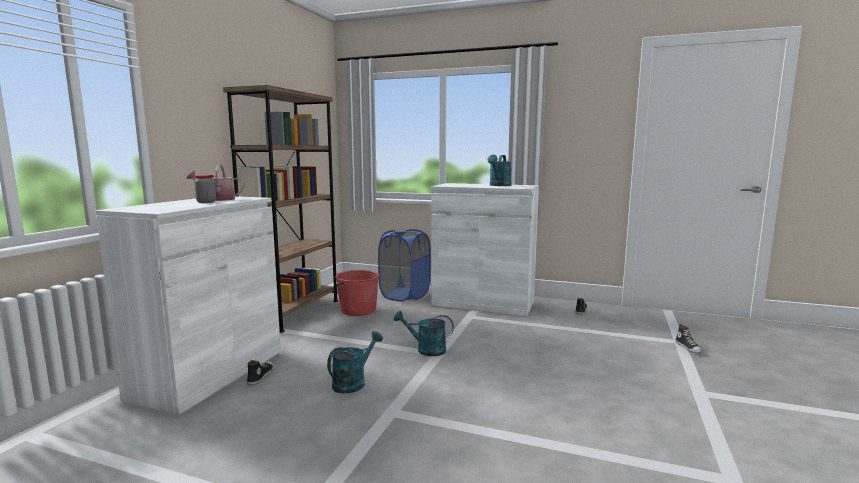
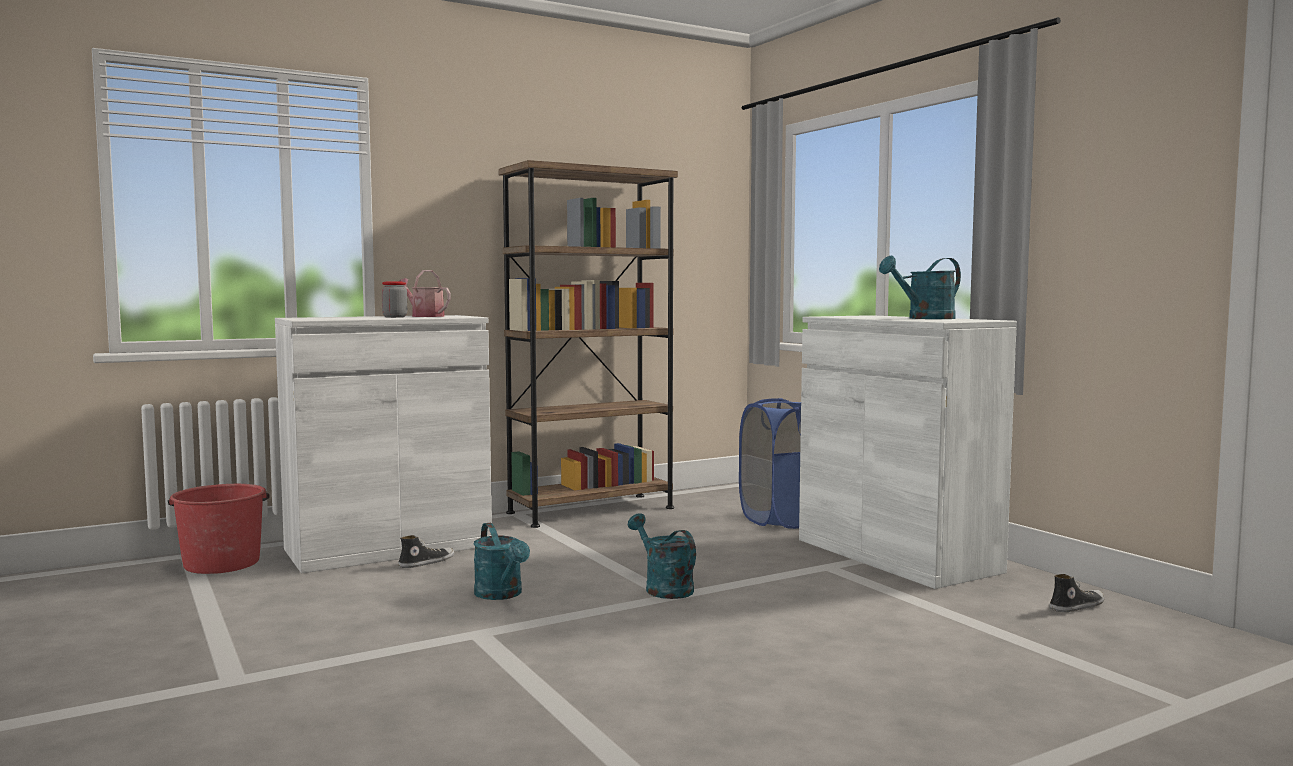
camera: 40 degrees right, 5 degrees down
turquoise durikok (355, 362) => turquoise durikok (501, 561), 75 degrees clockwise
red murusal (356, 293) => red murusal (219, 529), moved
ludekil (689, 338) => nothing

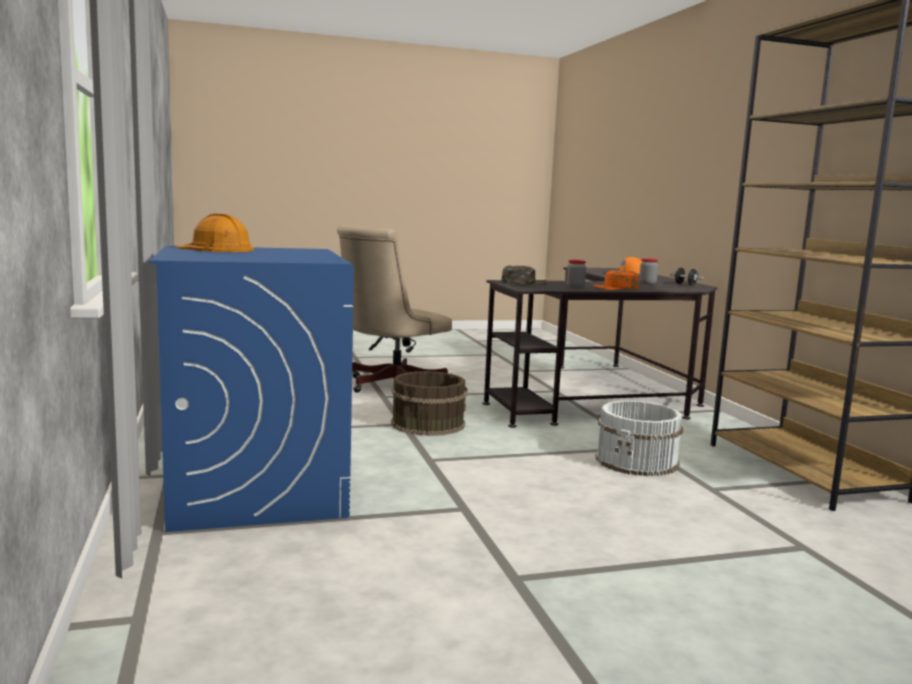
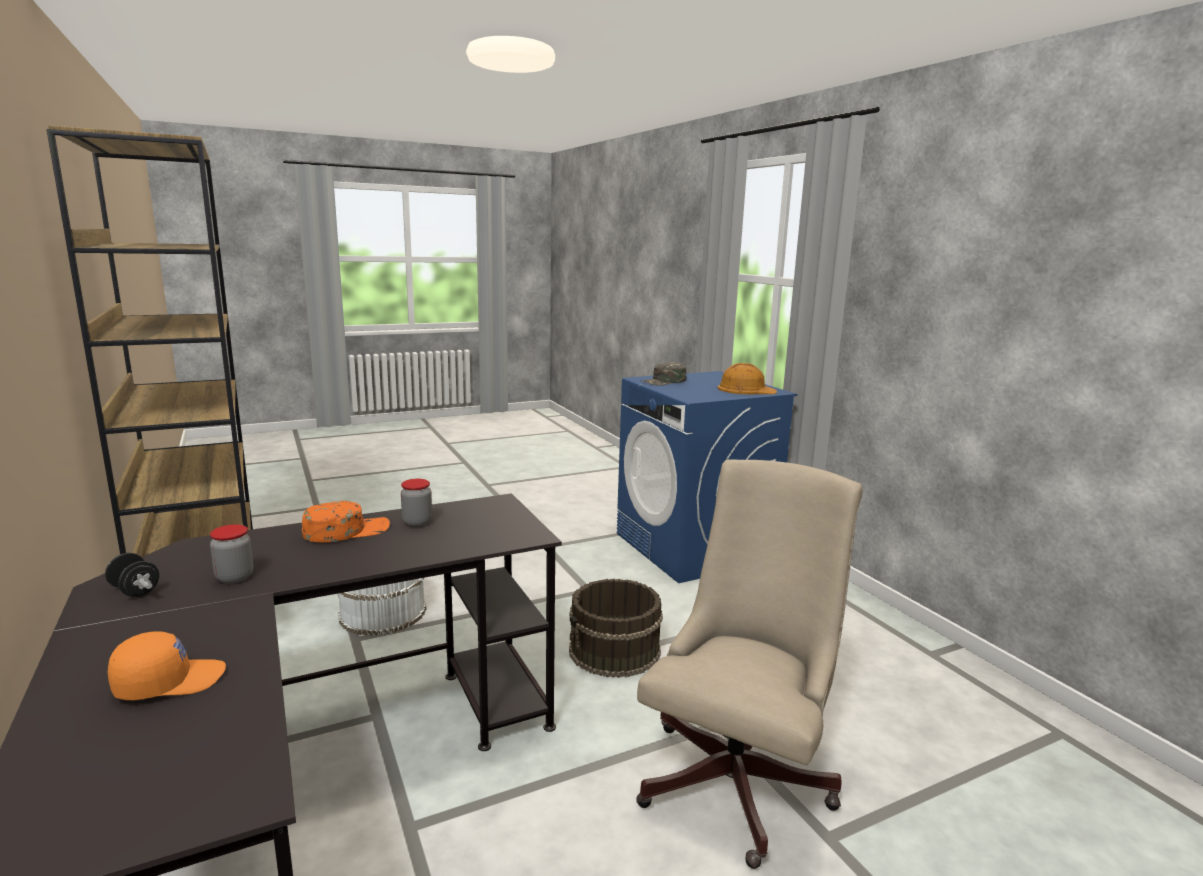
camera: 170 degrees right, 5 degrees up
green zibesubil (525, 275) => green zibesubil (663, 374), moved

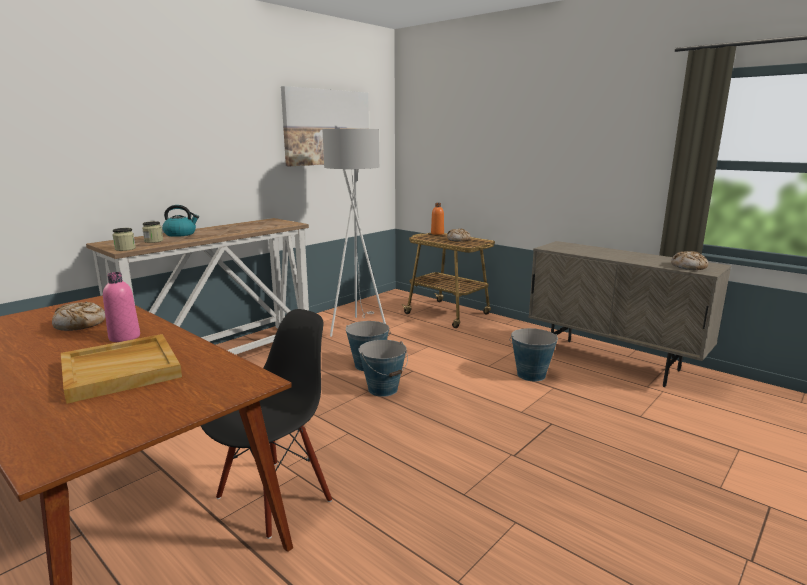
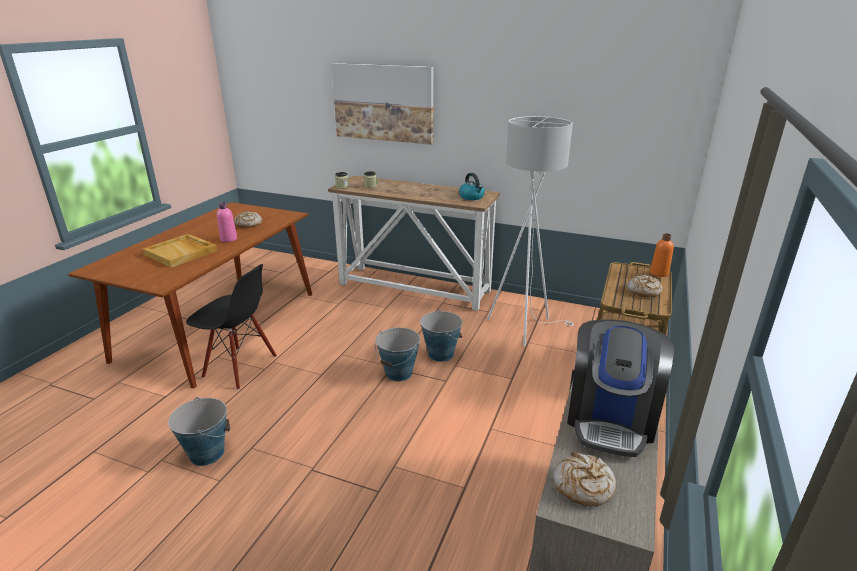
camera: 70 degrees right, 10 degrees up
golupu (180, 221) => golupu (472, 186), moved
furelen (325, 126) => furelen (382, 104), moved
murusal (533, 354) => murusal (199, 431), moved
nothing => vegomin (620, 388)

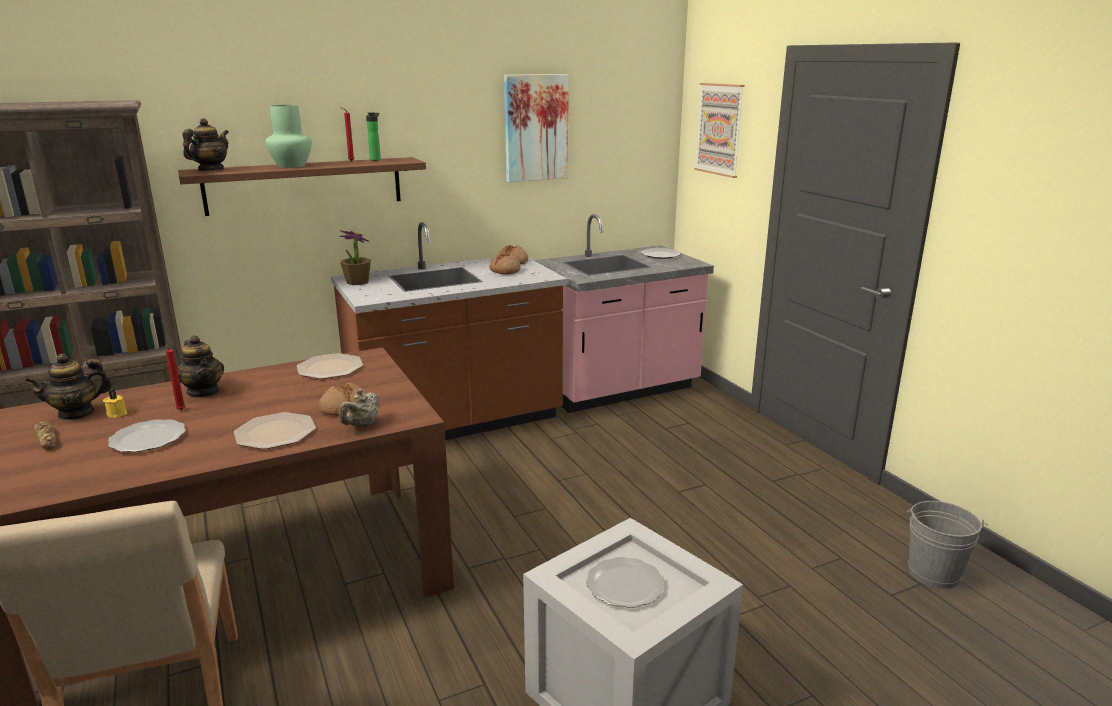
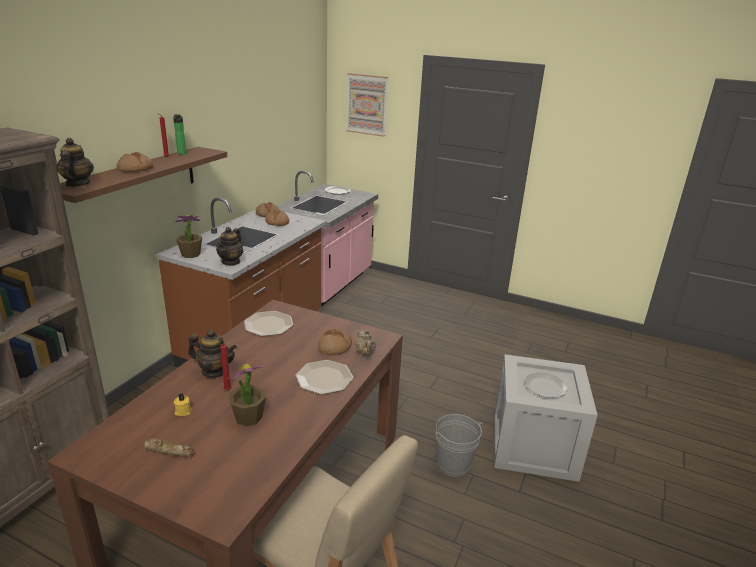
camera: 40 degrees left, 5 degrees up
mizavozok (68, 387) => mizavozok (229, 246), moved
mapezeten (147, 435) => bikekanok (246, 395)
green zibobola (288, 136) => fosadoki (134, 162)
furelen (536, 128) => nothing
grey murusal (947, 545) => grey murusal (459, 445), moved

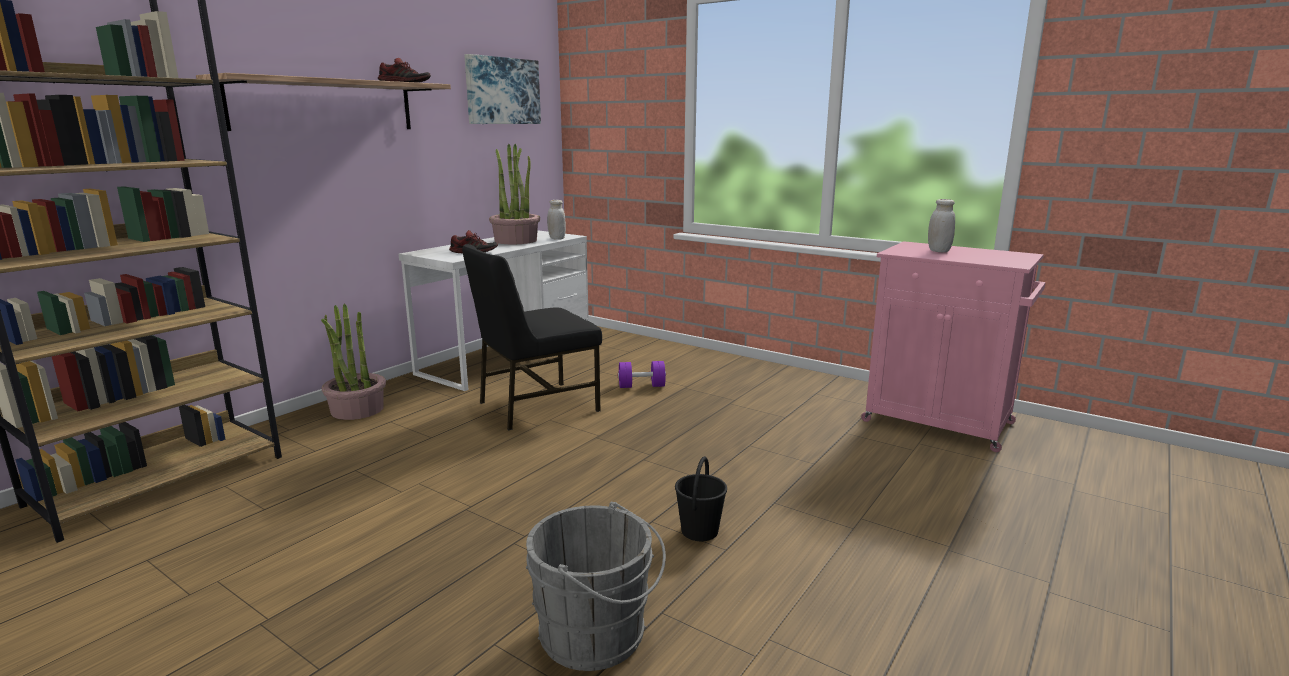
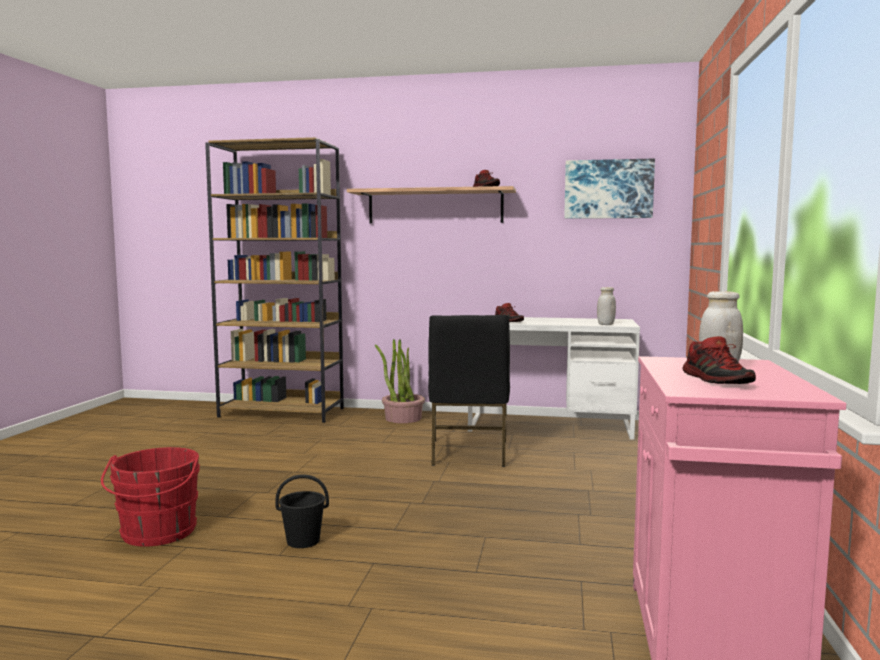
camera: 65 degrees right, 10 degrees down
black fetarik (532, 337) => black fetarik (469, 391), 120 degrees counterclockwise
bikekanok (514, 194) => nothing
grey murusal (596, 586) => red murusal (150, 497)
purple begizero (642, 374) => nothing
nothing => ludekil (719, 360)

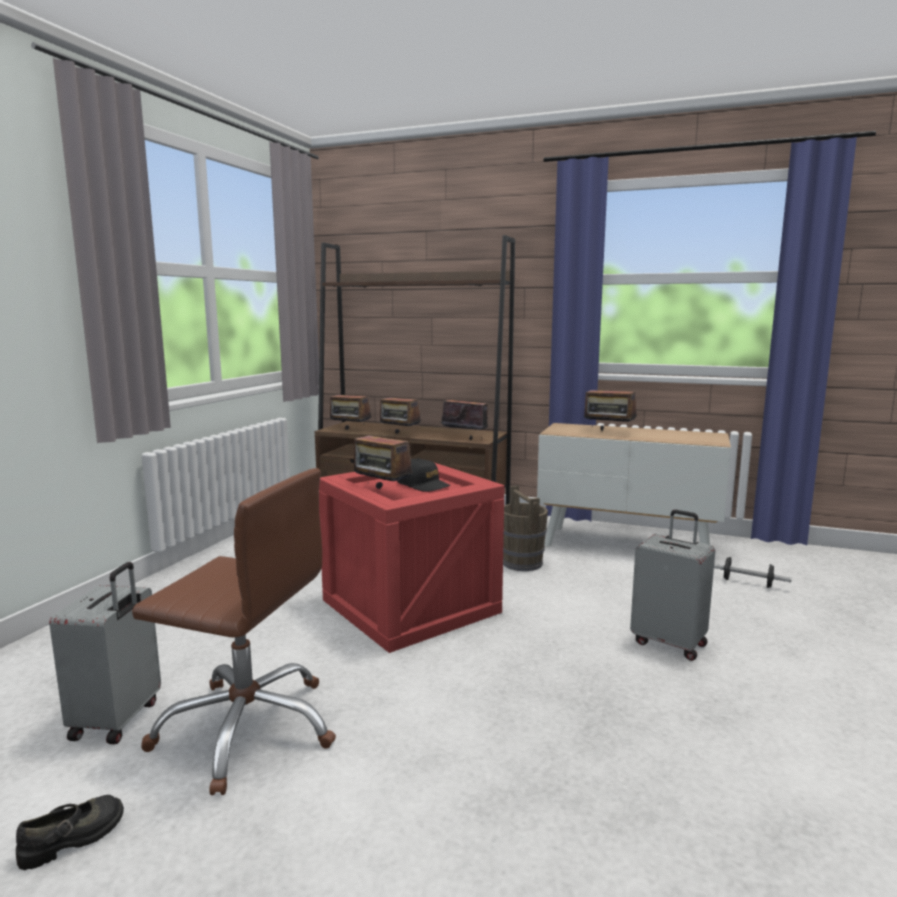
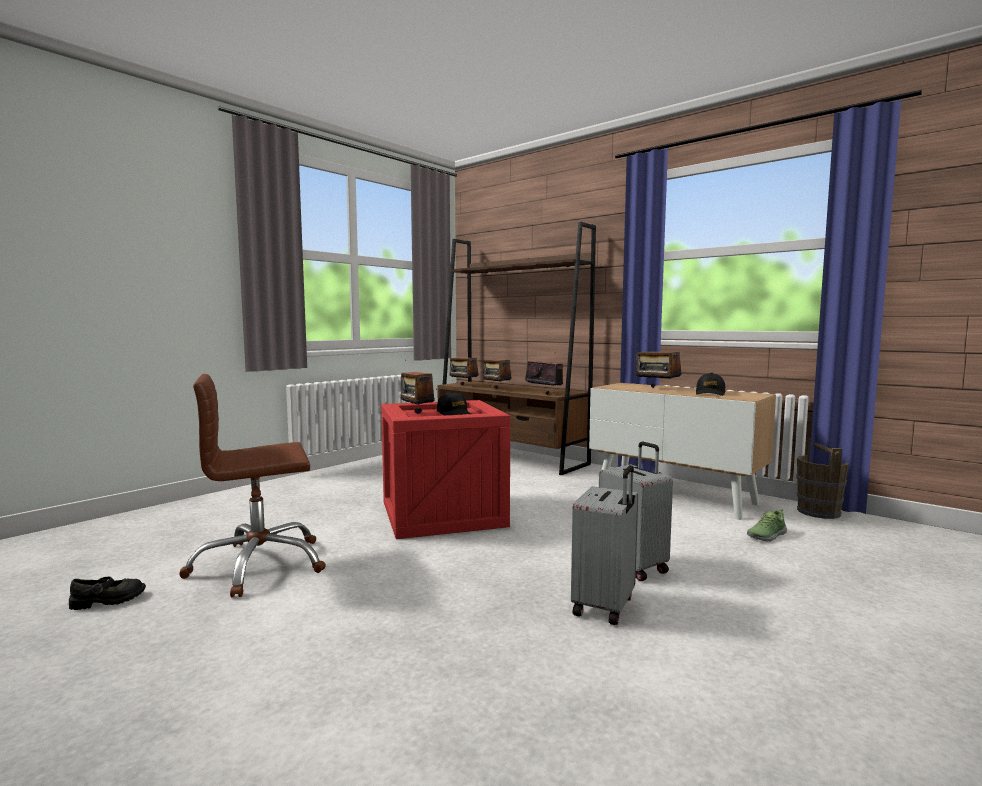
camera: 20 degrees right, 5 degrees down
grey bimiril (105, 653) => grey bimiril (604, 545), moved
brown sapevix (234, 631) => brown sapevix (252, 485), 120 degrees clockwise
brown murusal (525, 528) => brown murusal (823, 479), moved
begizero (753, 572) => ludekil (767, 525)
nothing => black zibesubil (710, 384)

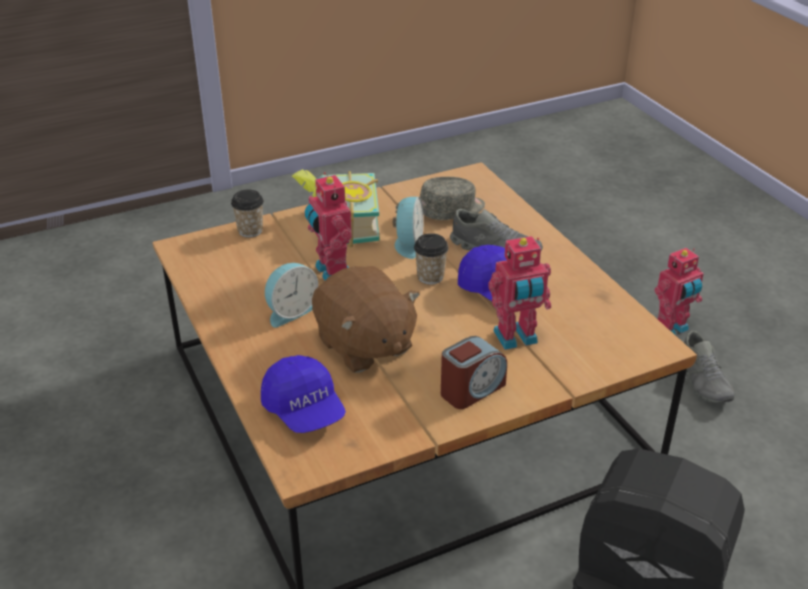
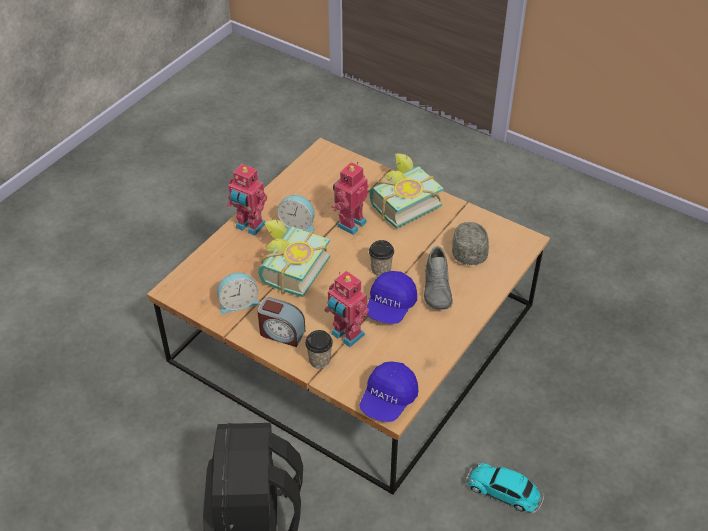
camera: 60 degrees right, 10 degrees up
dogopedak (247, 213) => dogopedak (319, 349), moved
blue zibesubil (303, 394) => blue zibesubil (388, 391), moved
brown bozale (366, 319) => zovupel (294, 258)
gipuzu (408, 228) => gipuzu (238, 293), moved
grey zibesubil (452, 198) => grey zibesubil (470, 243), 120 degrees counterclockwise
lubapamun (679, 291) => lubapamun (247, 200), moved
grey ludekil (709, 367) => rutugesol (505, 488)

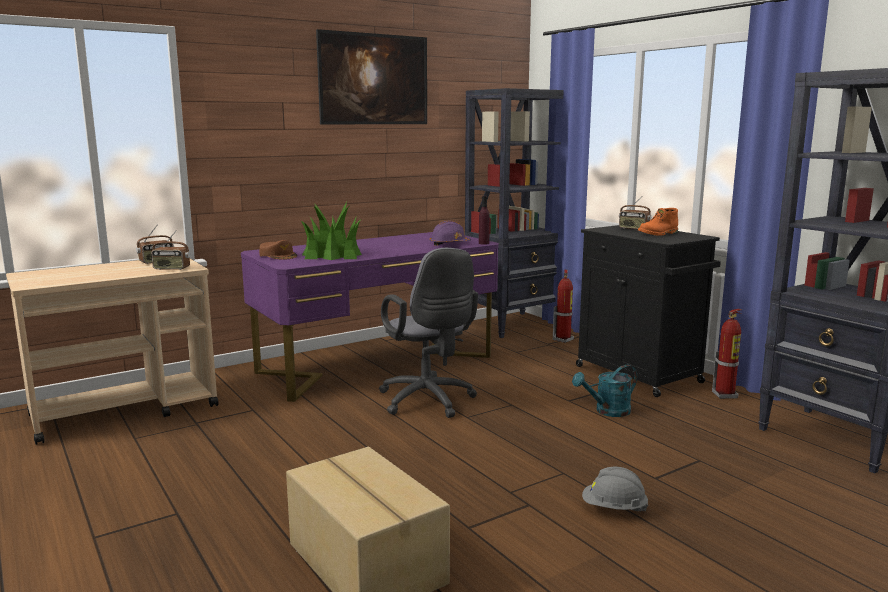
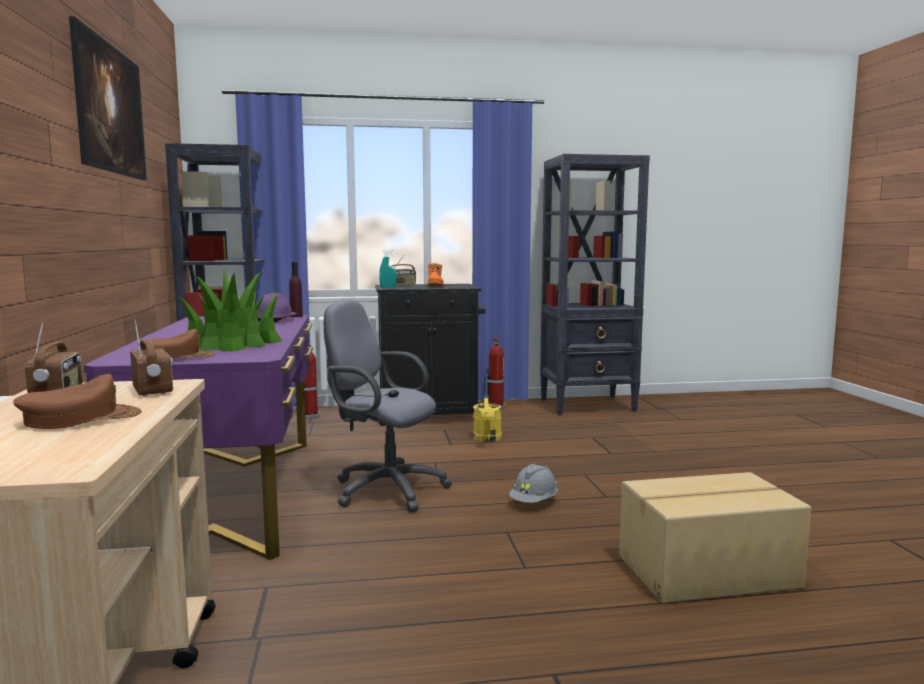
camera: 65 degrees left, 5 degrees down
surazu (170, 250) => surazu (151, 358), 60 degrees counterclockwise
grey sapevix (428, 333) => grey sapevix (388, 405), 150 degrees counterclockwise
turquoise durikok (604, 391) => yellow durikok (487, 418)
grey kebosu (615, 489) => grey kebosu (533, 483), moved
nothing => brown zibesubil (77, 401)
nothing => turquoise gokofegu (388, 268)

